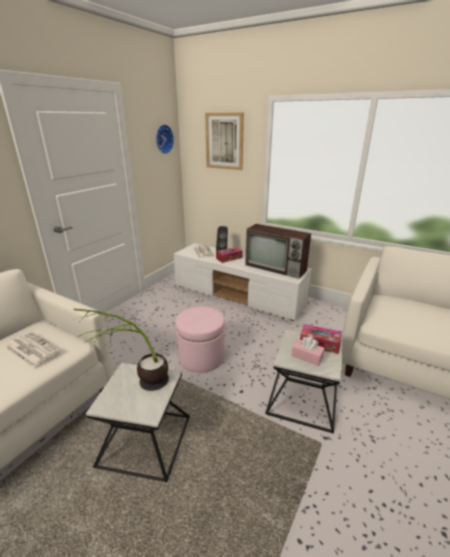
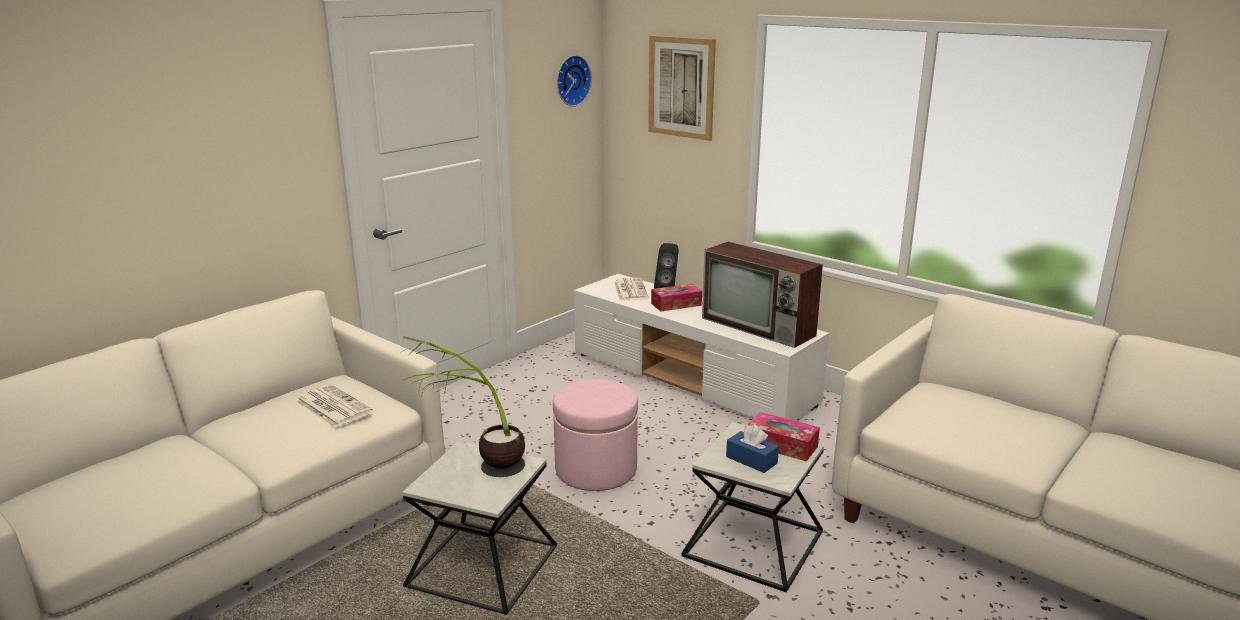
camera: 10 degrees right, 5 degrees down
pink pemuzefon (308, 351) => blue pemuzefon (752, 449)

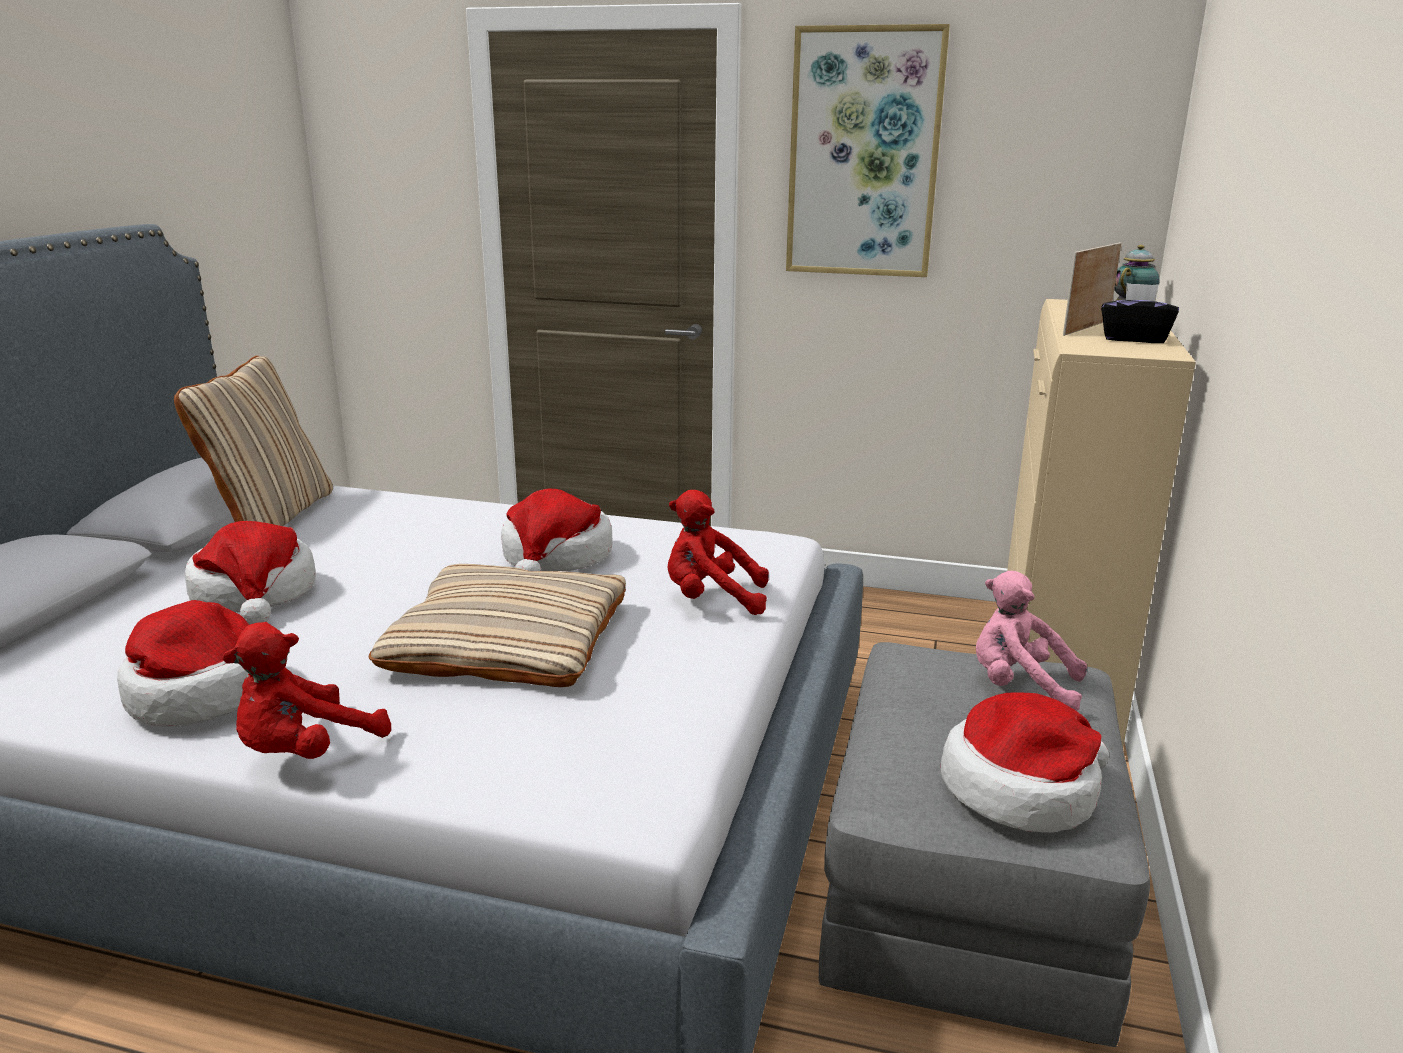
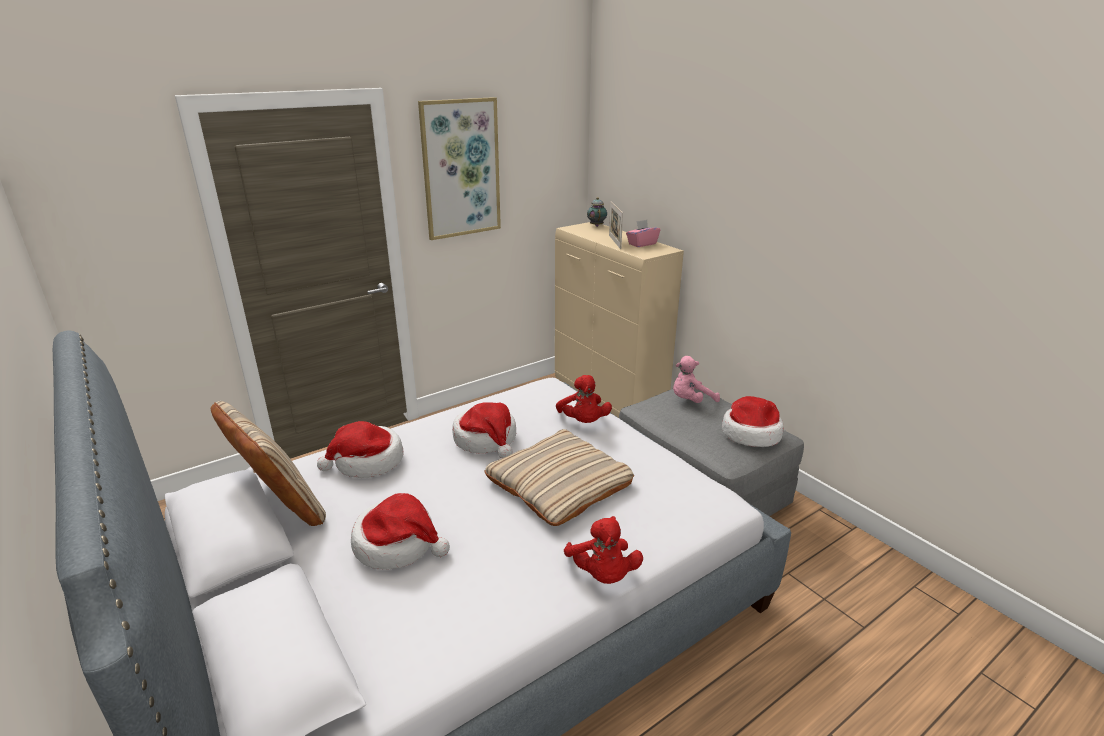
camera: 50 degrees left, 5 degrees up
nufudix (183, 663) => nufudix (360, 449), moved
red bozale (718, 552) => red bozale (584, 399), 60 degrees counterclockwise
black pemuzefon (1140, 313) => pink pemuzefon (643, 233)

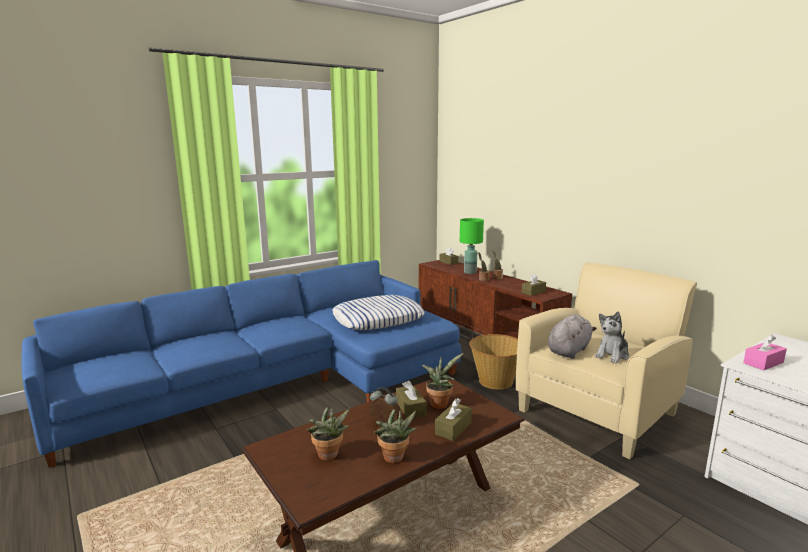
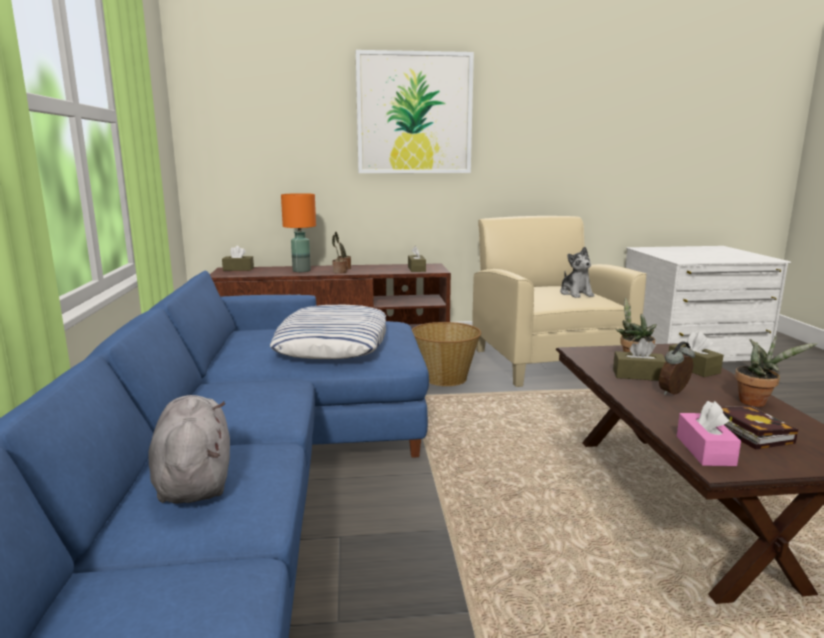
camera: 60 degrees left, 0 degrees up
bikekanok (328, 434) => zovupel (760, 428)
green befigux (472, 246) => orange befigux (298, 232)
grey bozale (572, 337) => grey bozale (189, 449), moved
pink pemuzefon (765, 353) => pink pemuzefon (709, 433), moved
nothing => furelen (415, 111)

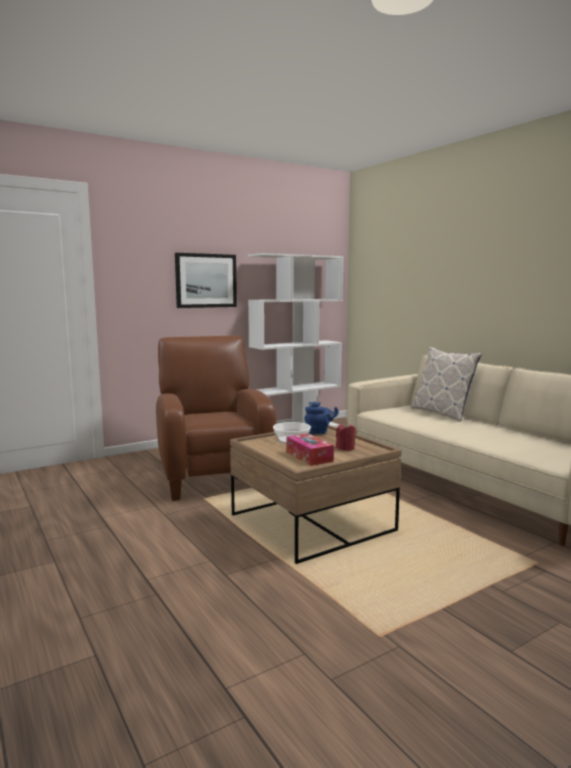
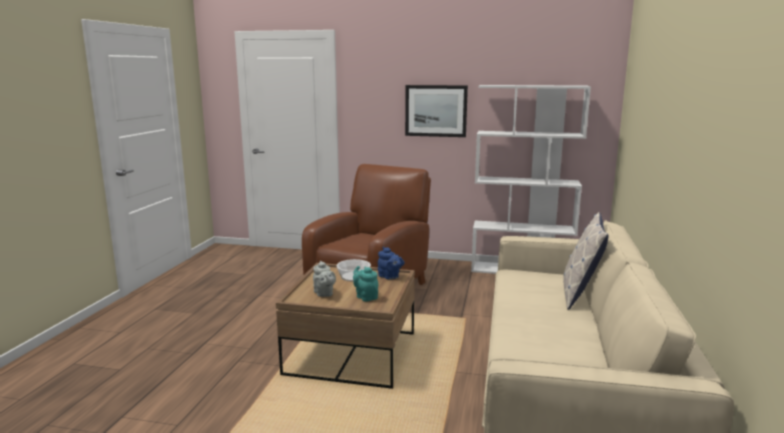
camera: 45 degrees right, 5 degrees up
pemuzefon (310, 449) => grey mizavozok (324, 279)
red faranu (346, 437) => turquoise mizavozok (365, 284)

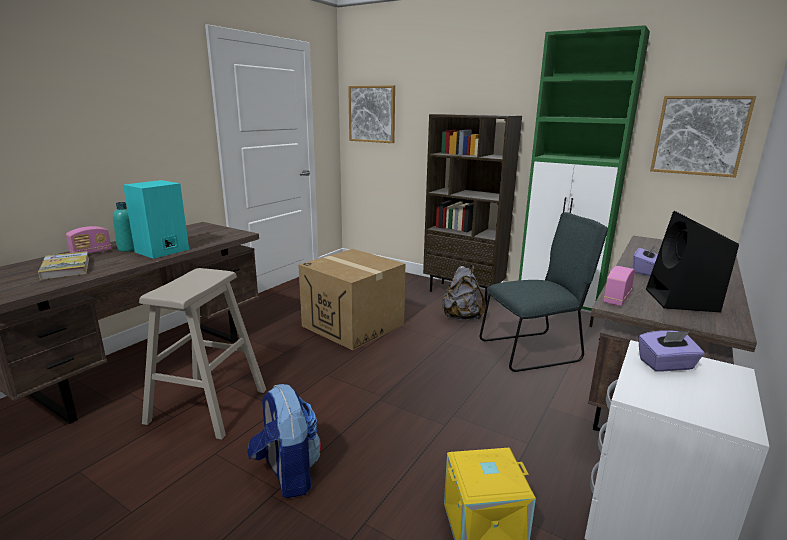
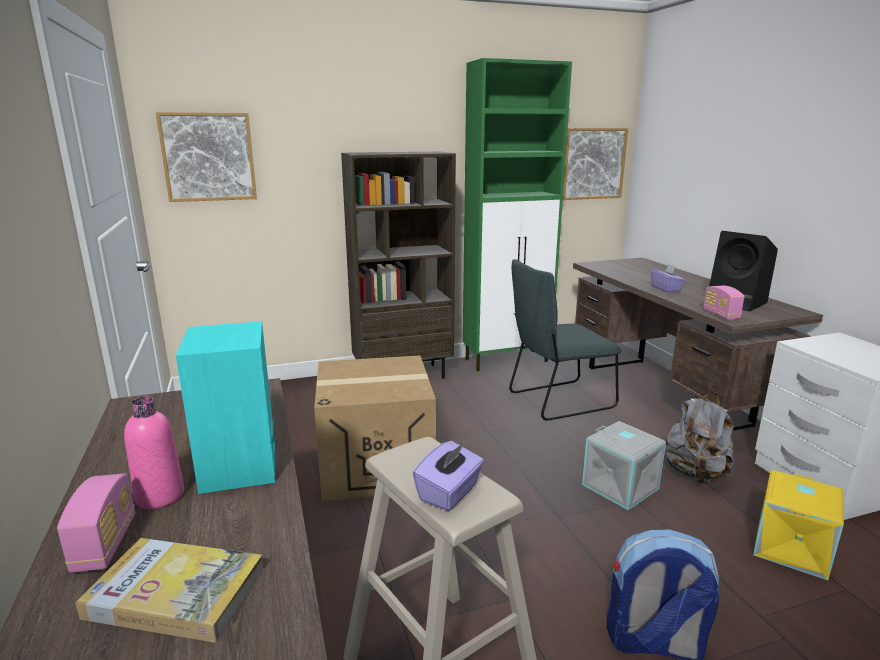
camera: 50 degrees left, 0 degrees up
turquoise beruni (123, 227) => pink beruni (154, 453)
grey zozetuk (464, 292) => grey zozetuk (699, 438), moved
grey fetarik (543, 292) => grey fetarik (565, 340), 135 degrees counterclockwise
purple pemuzefon (671, 351) => purple pemuzefon (448, 476), moved
nothing => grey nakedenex (624, 465)

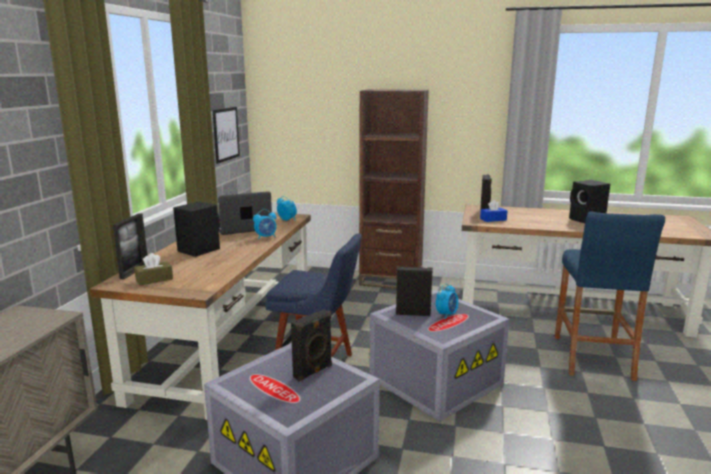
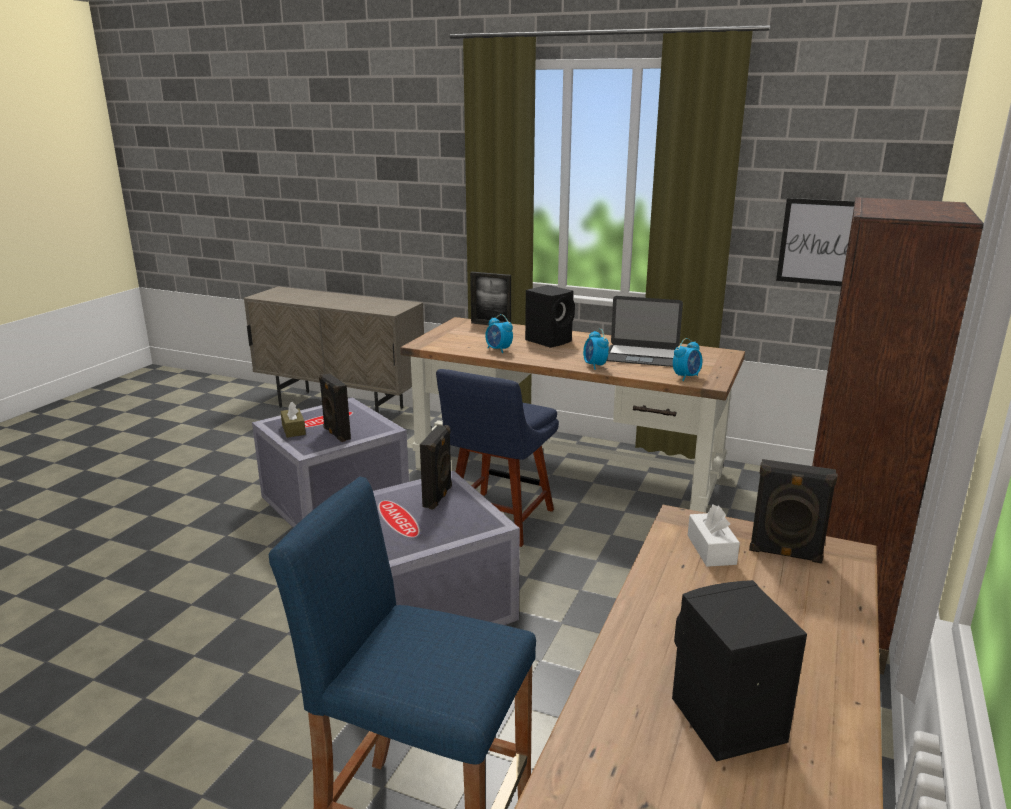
camera: 100 degrees right, 5 degrees up
brown pemuzefon (153, 269) => brown pemuzefon (293, 420), moved
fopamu (245, 213) => fopamu (644, 331), 120 degrees clockwise
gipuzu (447, 301) => gipuzu (499, 333), moved
blue pemuzefon (493, 211) => white pemuzefon (714, 535)

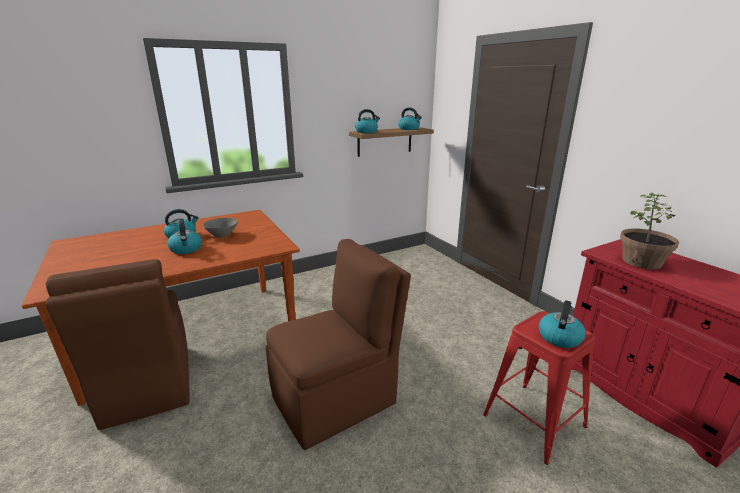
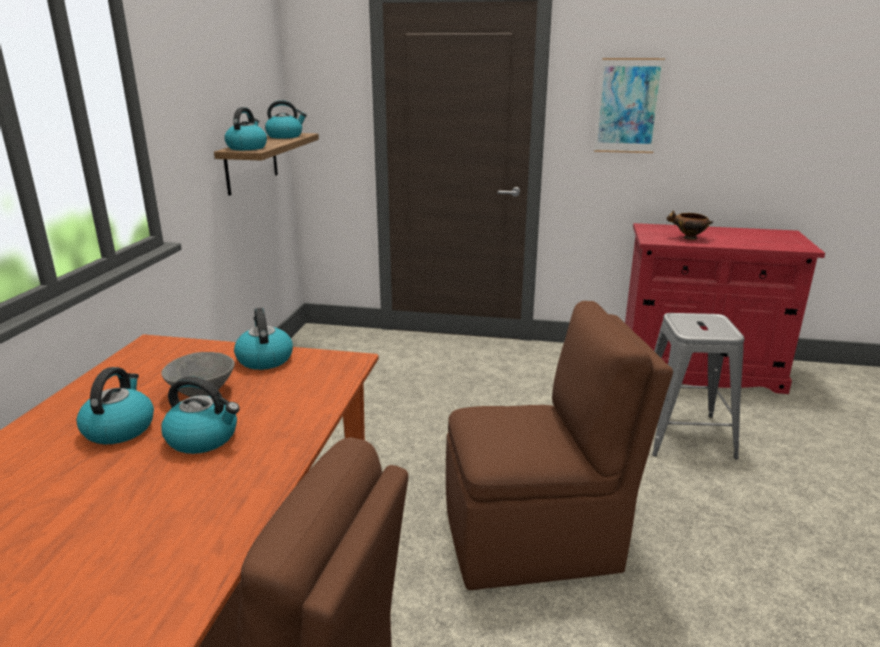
camera: 50 degrees left, 0 degrees up
brown fetarik (338, 344) => brown fetarik (559, 445), 75 degrees clockwise
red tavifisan (539, 388) => grey tavifisan (698, 386)
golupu (562, 324) => golupu (263, 339), moved
bikekanok (649, 231) => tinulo (690, 225)
nothing => furelen (629, 105)

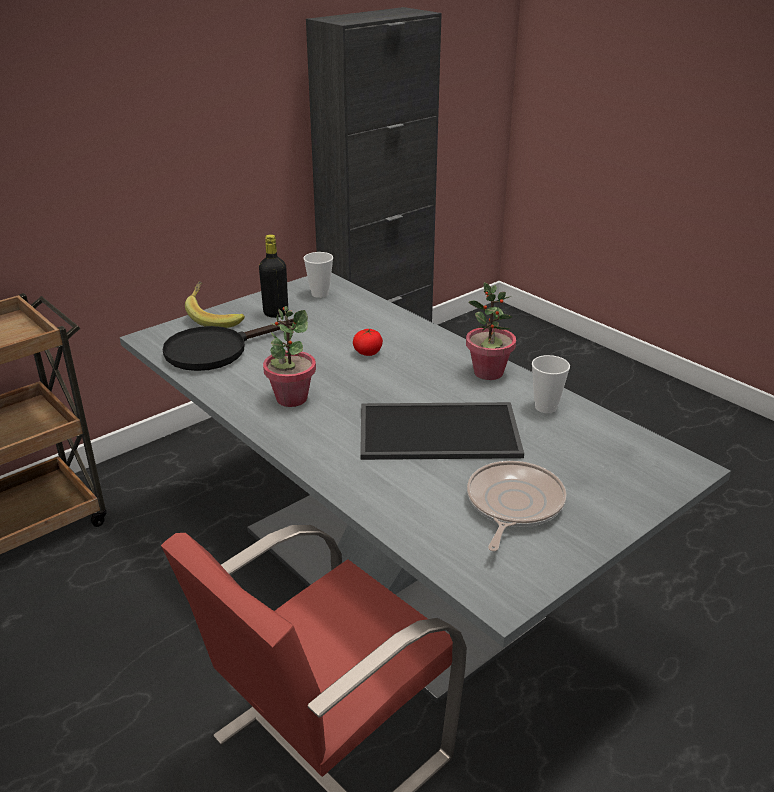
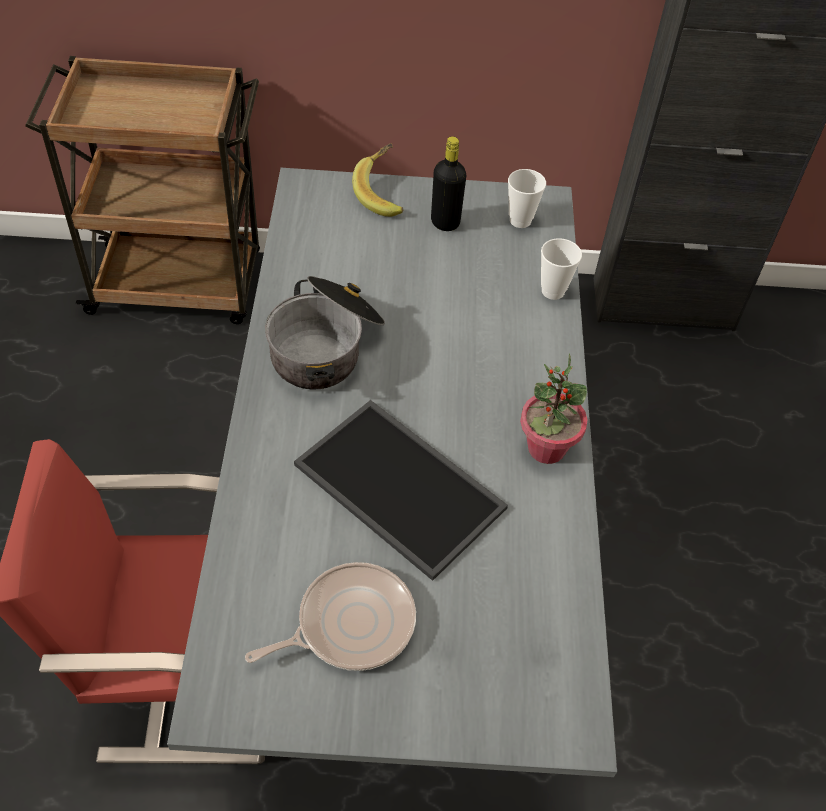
camera: 40 degrees right, 20 degrees up
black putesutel (228, 344) => nothing
bikekanok (289, 356) => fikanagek (325, 333)
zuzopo (368, 342) => nothing
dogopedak (551, 384) => dogopedak (561, 269), moved

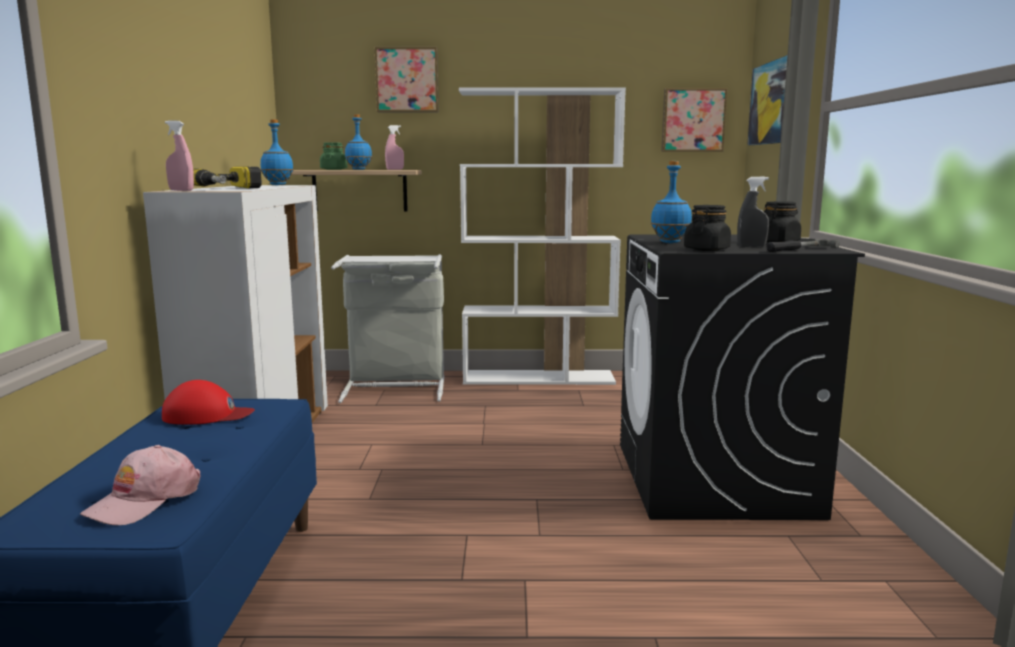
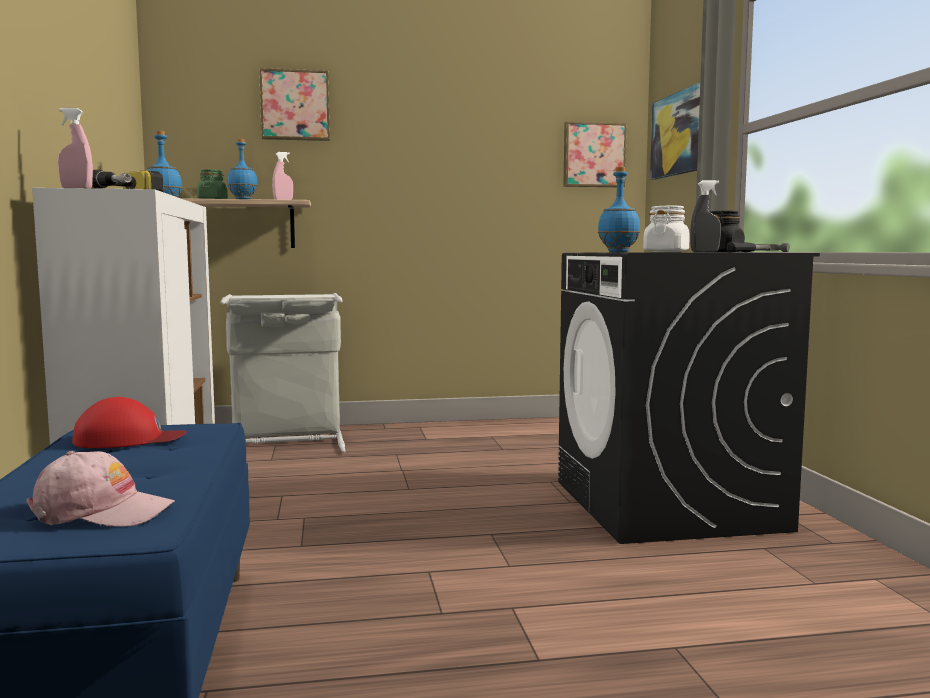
camera: 10 degrees left, 5 degrees down
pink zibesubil (140, 485) => pink zibesubil (100, 489), 105 degrees counterclockwise
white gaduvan (542, 236) => nothing
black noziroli (707, 228) => white noziroli (666, 229)

